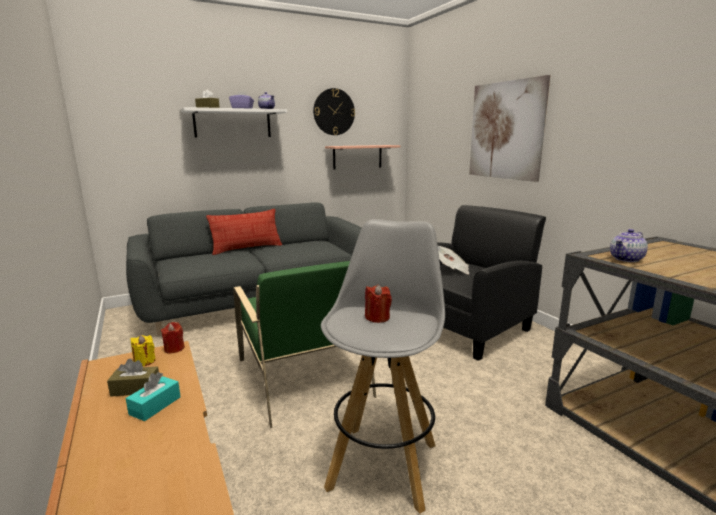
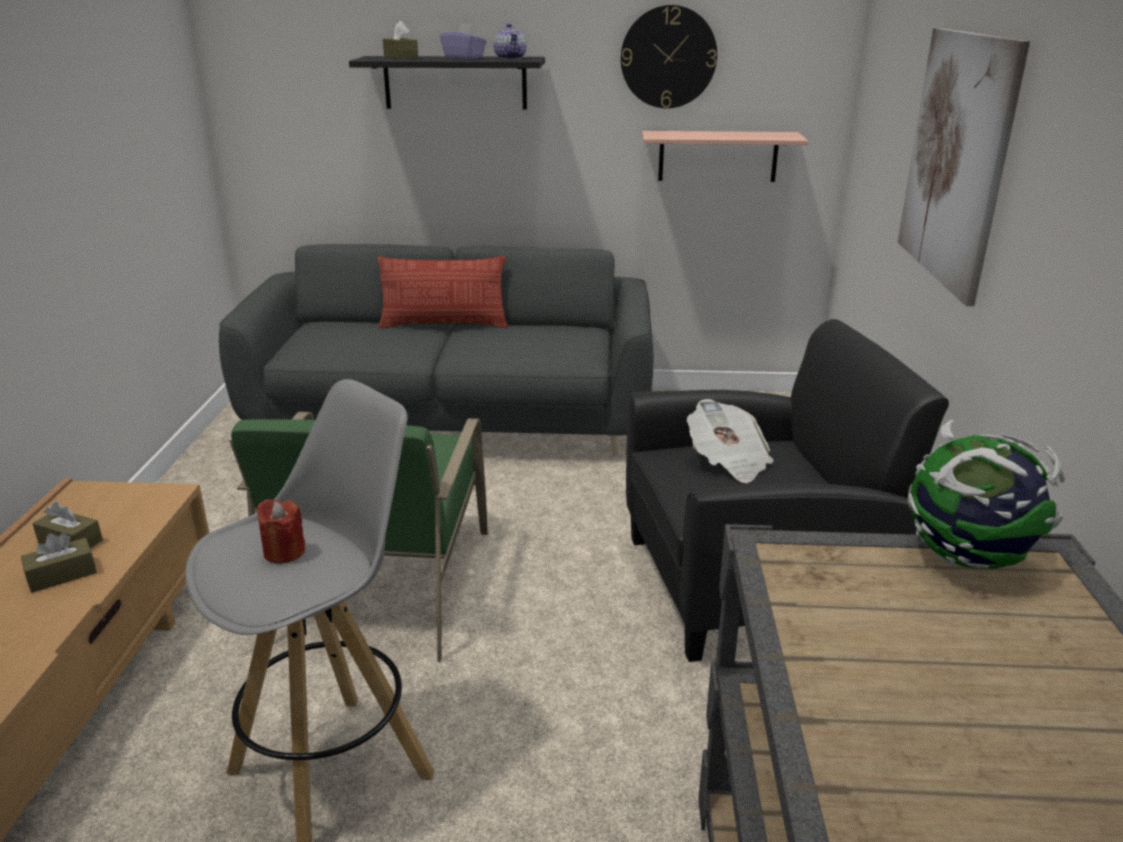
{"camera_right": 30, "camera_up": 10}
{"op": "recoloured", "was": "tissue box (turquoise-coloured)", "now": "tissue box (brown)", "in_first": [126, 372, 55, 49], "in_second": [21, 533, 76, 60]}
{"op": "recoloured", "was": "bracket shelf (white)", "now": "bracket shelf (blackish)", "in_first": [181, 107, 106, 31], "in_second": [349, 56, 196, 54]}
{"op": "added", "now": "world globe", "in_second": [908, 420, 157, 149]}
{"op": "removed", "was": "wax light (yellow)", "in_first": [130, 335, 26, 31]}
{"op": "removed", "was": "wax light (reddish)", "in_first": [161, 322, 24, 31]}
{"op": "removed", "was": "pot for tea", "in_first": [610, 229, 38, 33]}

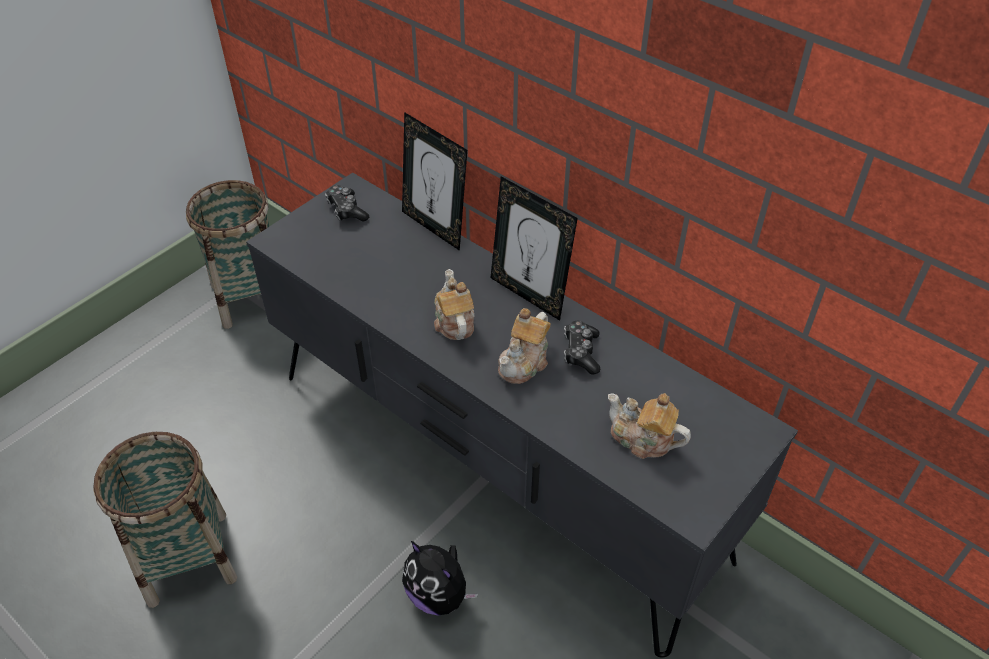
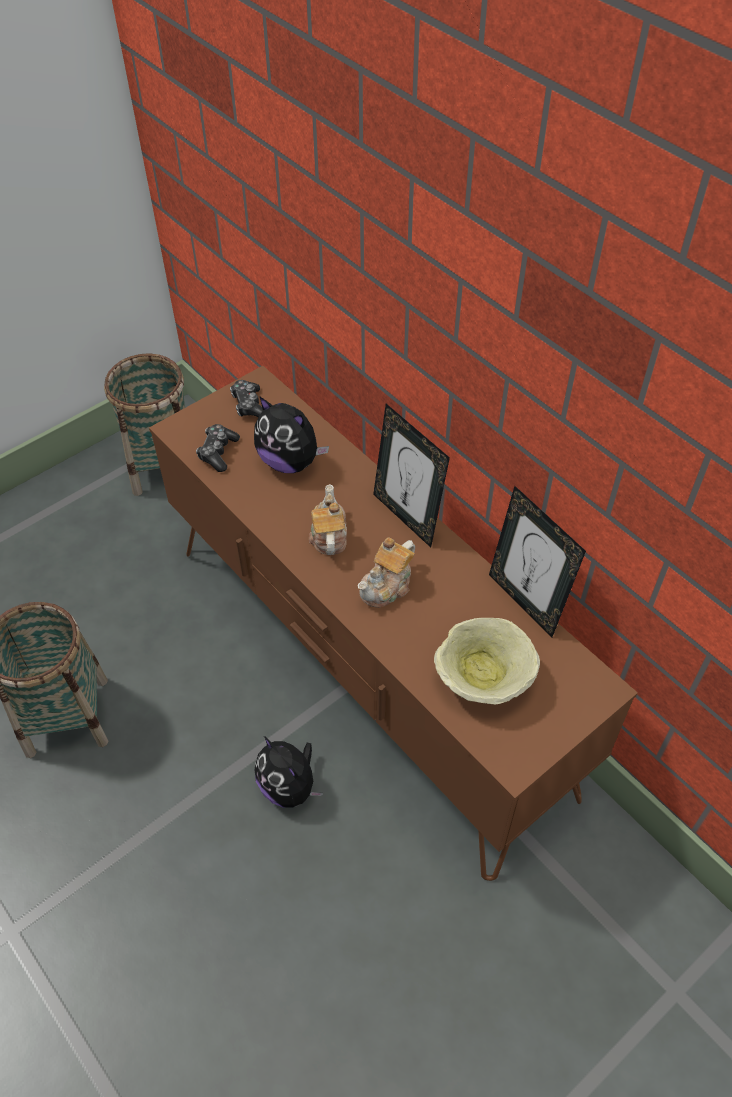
{"camera_right": 10, "camera_up": 5}
{"op": "recoloured", "was": "media console (gray)", "now": "media console (brown)", "in_first": [246, 172, 552, 486], "in_second": [149, 366, 489, 515]}
{"op": "moved", "was": "joypad", "in_first": [564, 321, 36, 53], "in_second": [196, 424, 44, 48]}
{"op": "added", "now": "cuddly toy", "in_second": [254, 396, 75, 77]}
{"op": "replaced", "was": "pot for tea", "now": "serving bowl (beige)", "in_first": [608, 393, 83, 66], "in_second": [434, 618, 106, 86]}
{"op": "moved", "was": "picture frame", "in_first": [402, 112, 65, 139], "in_second": [489, 486, 97, 152]}

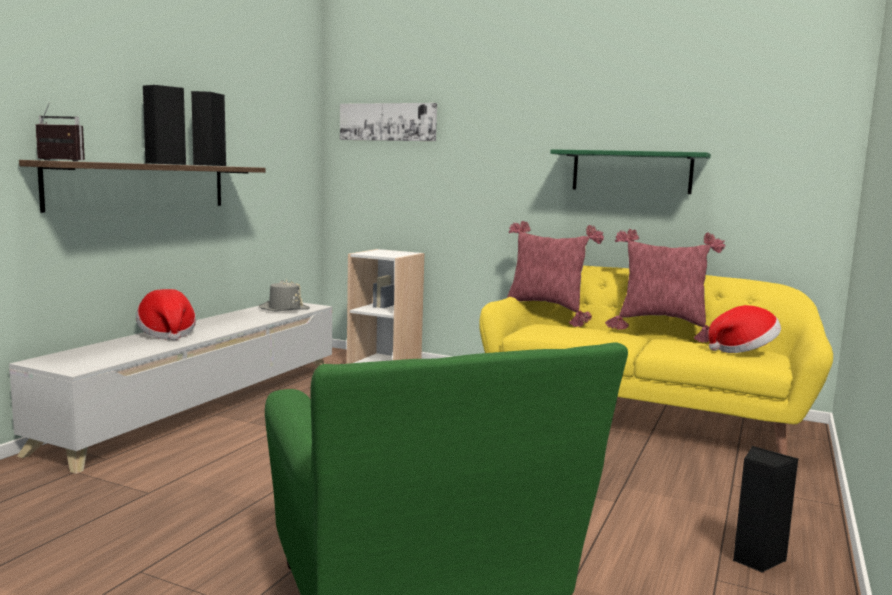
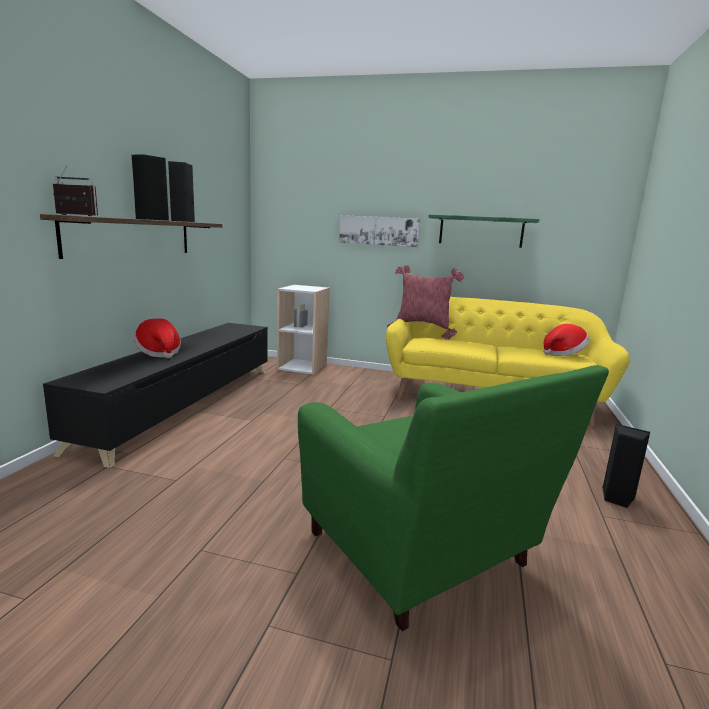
{"camera_right": -10, "camera_up": 5}
{"op": "recoloured", "was": "media console (white)", "now": "media console (blackish)", "in_first": [9, 303, 324, 171], "in_second": [43, 323, 225, 145]}
{"op": "moved", "was": "wall picture", "in_first": [340, 103, 97, 38], "in_second": [339, 215, 81, 32]}
{"op": "removed", "was": "wearable hat (gray)", "in_first": [259, 279, 51, 33]}
{"op": "removed", "was": "throw pillow (reddish)", "in_first": [605, 229, 120, 114]}

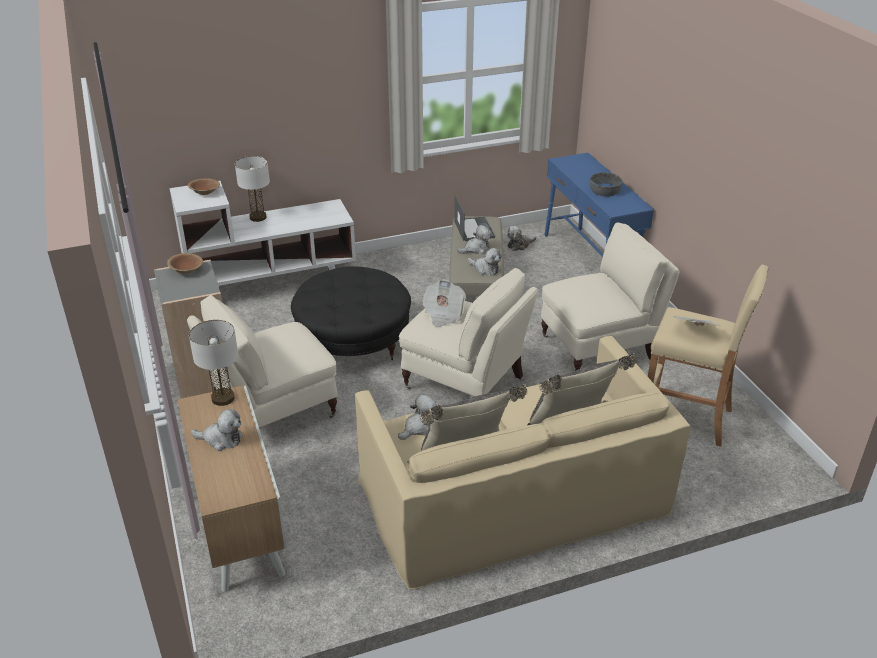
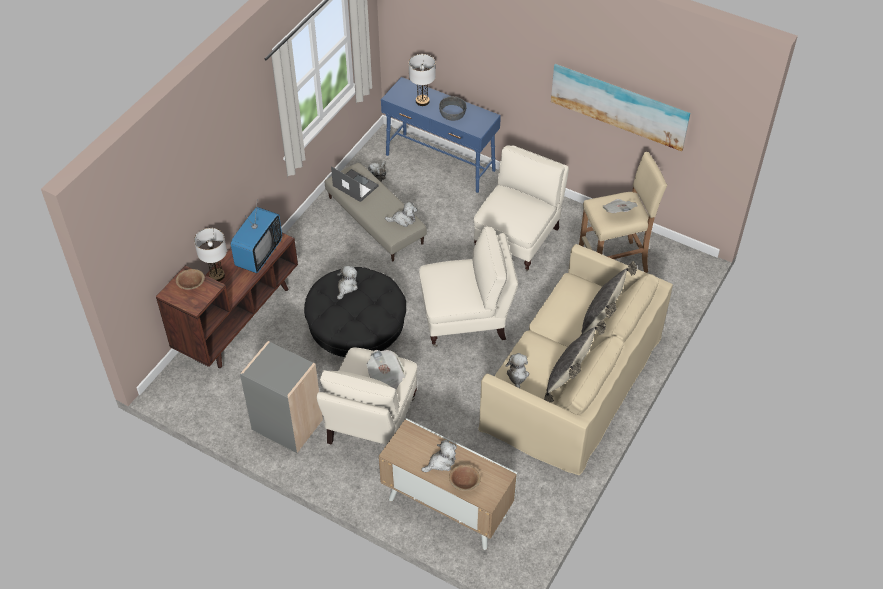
{"camera_right": -40, "camera_up": 15}
{"op": "recoloured", "was": "media console (white)", "now": "media console (brown)", "in_first": [169, 181, 187, 106], "in_second": [156, 233, 142, 135]}
{"op": "added", "now": "television", "in_second": [231, 205, 51, 68]}
{"op": "moved", "was": "cuddly toy", "in_first": [457, 225, 34, 29], "in_second": [337, 265, 21, 35]}
{"op": "moved", "was": "printed paper", "in_first": [422, 279, 44, 48], "in_second": [366, 350, 40, 39]}
{"op": "moved", "was": "tabletop lamp", "in_first": [189, 320, 49, 86], "in_second": [409, 54, 27, 52]}
{"op": "moved", "was": "serving bowl (brown)", "in_first": [167, 253, 36, 21], "in_second": [449, 465, 32, 26]}
{"op": "added", "now": "wall picture", "in_second": [551, 64, 139, 87]}

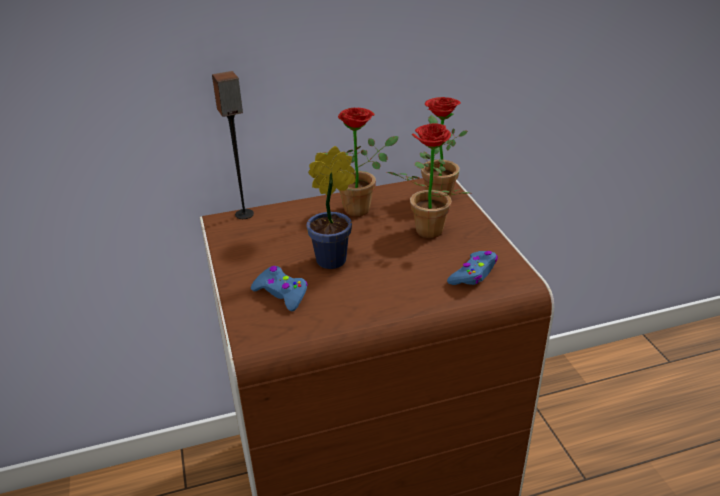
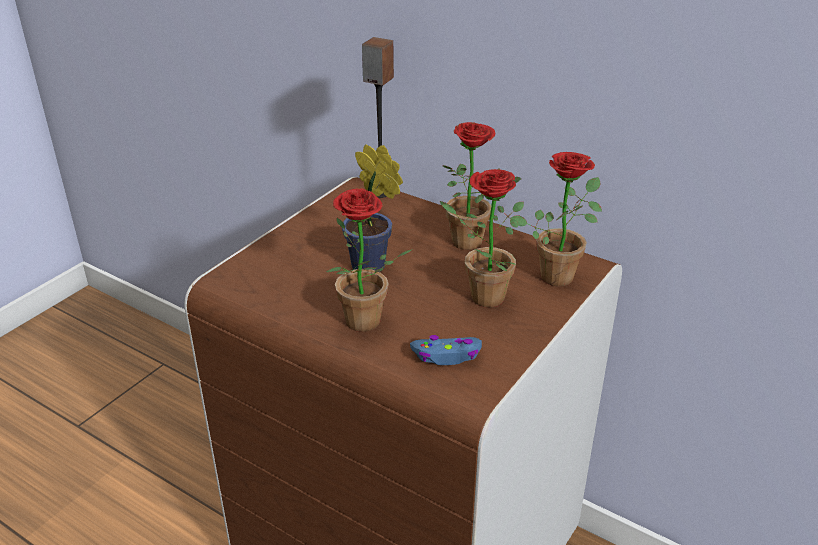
{"camera_right": 50, "camera_up": 0}
{"op": "added", "now": "plant in a pot", "in_second": [326, 188, 87, 144]}
{"op": "removed", "was": "joypad (bluish)", "in_first": [251, 266, 57, 45]}

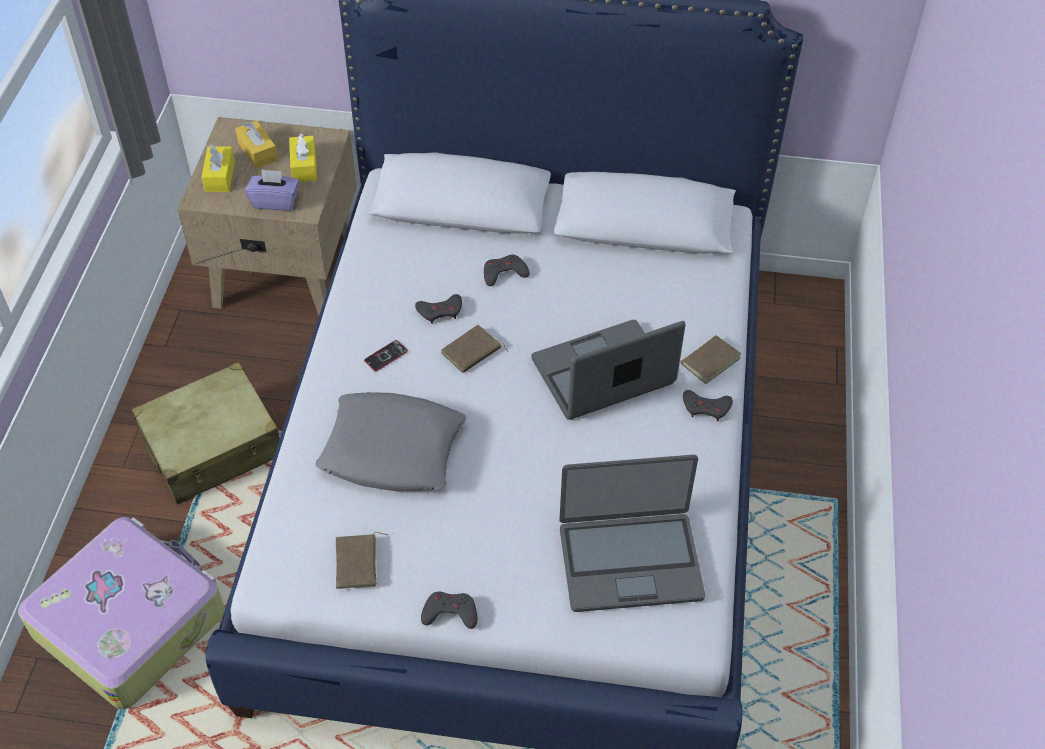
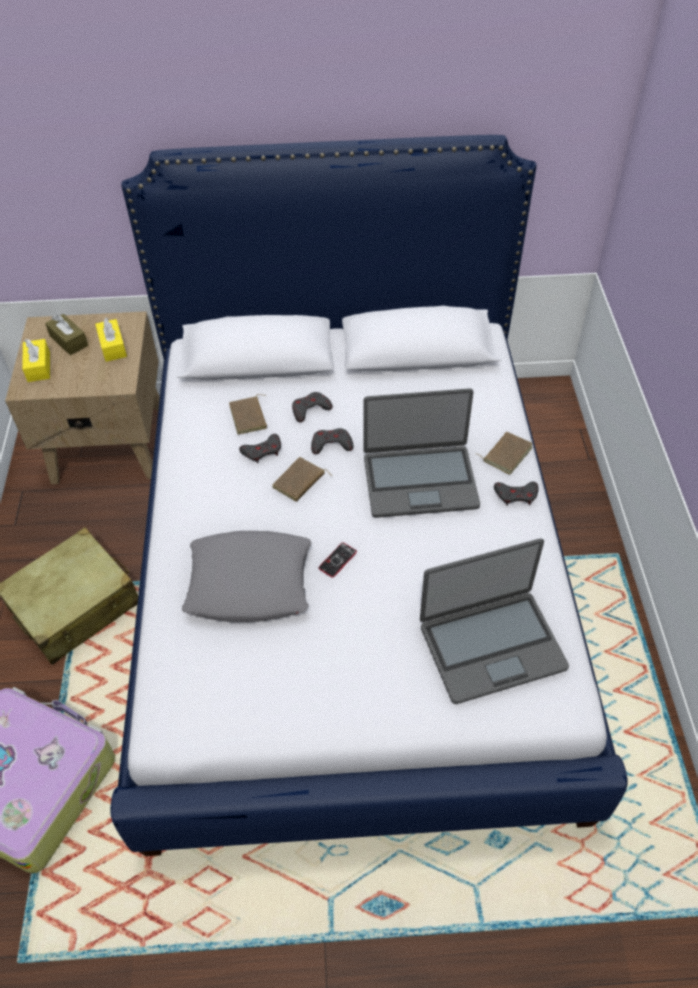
{"camera_right": -10, "camera_up": 0}
{"op": "recoloured", "was": "tissue box (yellow)", "now": "tissue box (brown)", "in_first": [235, 121, 43, 48], "in_second": [45, 314, 43, 41]}
{"op": "moved", "was": "volume (brown)", "in_first": [336, 532, 52, 57], "in_second": [229, 394, 38, 41]}
{"op": "moved", "was": "joypad (gray)", "in_first": [421, 592, 56, 37], "in_second": [311, 428, 42, 26]}
{"op": "moved", "was": "phone", "in_first": [364, 340, 44, 32], "in_second": [318, 543, 39, 35]}
{"op": "turned", "was": "notebook computer", "in_first": [531, 320, 154, 100], "in_second": [363, 388, 117, 130], "clockwise": -150}
{"op": "removed", "was": "tissue box (purple)", "in_first": [245, 169, 54, 42]}

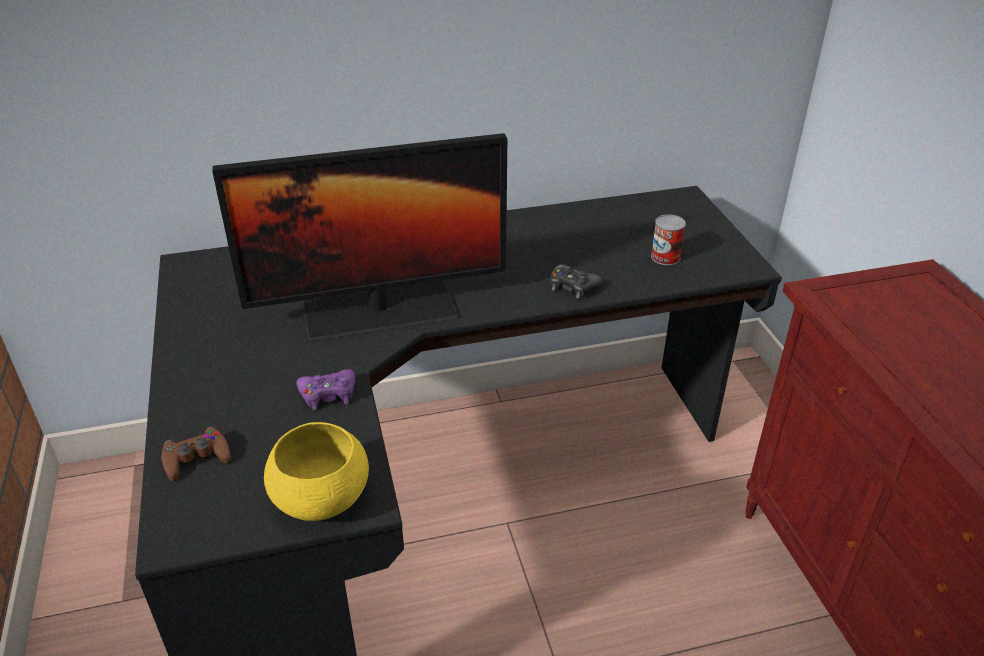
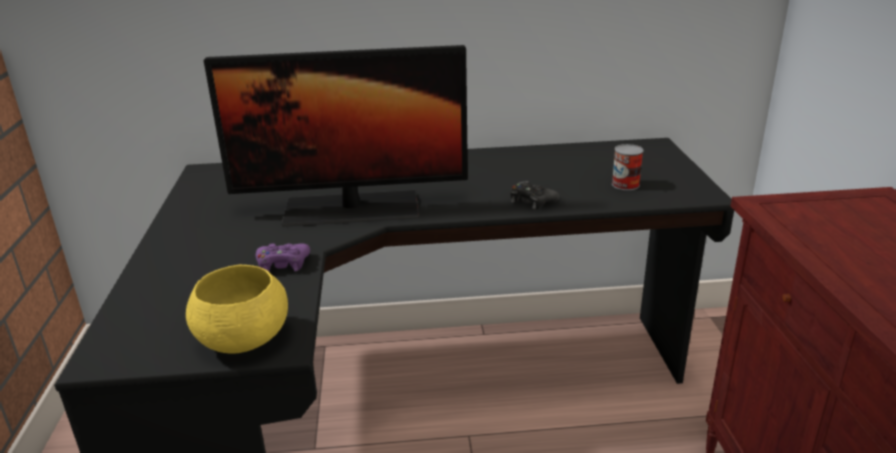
{"camera_right": 10, "camera_up": -10}
{"op": "removed", "was": "joypad (brown)", "in_first": [161, 427, 70, 55]}

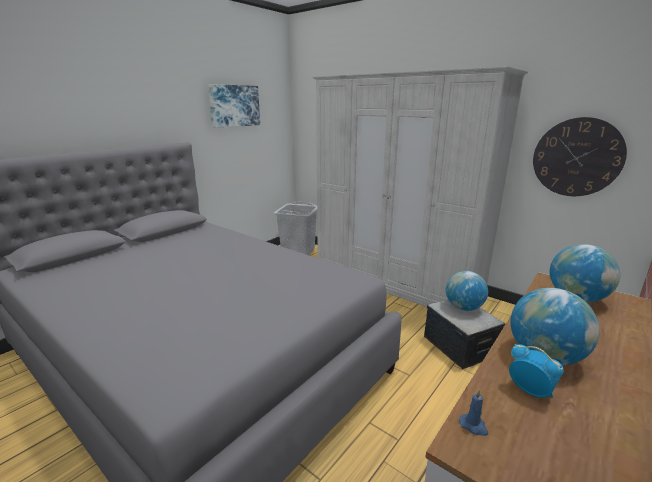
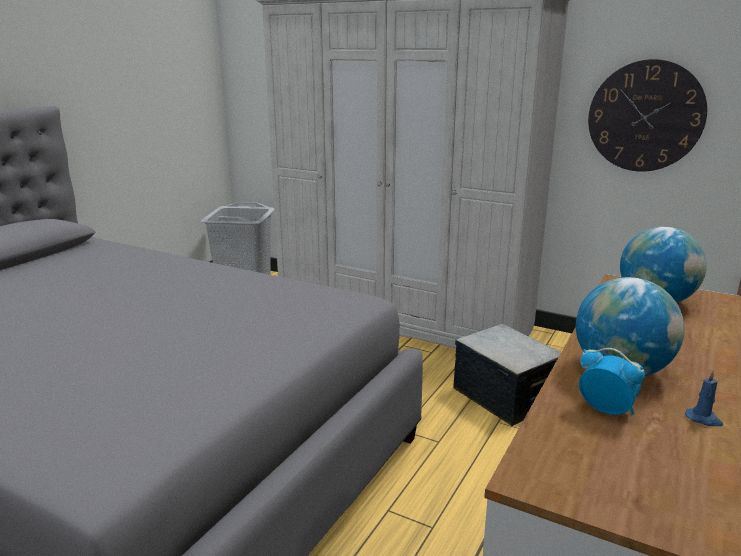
{"camera_right": -10, "camera_up": 0}
{"op": "moved", "was": "wax light (bluish)", "in_first": [459, 389, 29, 47], "in_second": [685, 370, 38, 56]}
{"op": "removed", "was": "wall picture", "in_first": [208, 84, 52, 44]}
{"op": "removed", "was": "world globe", "in_first": [446, 271, 42, 40]}

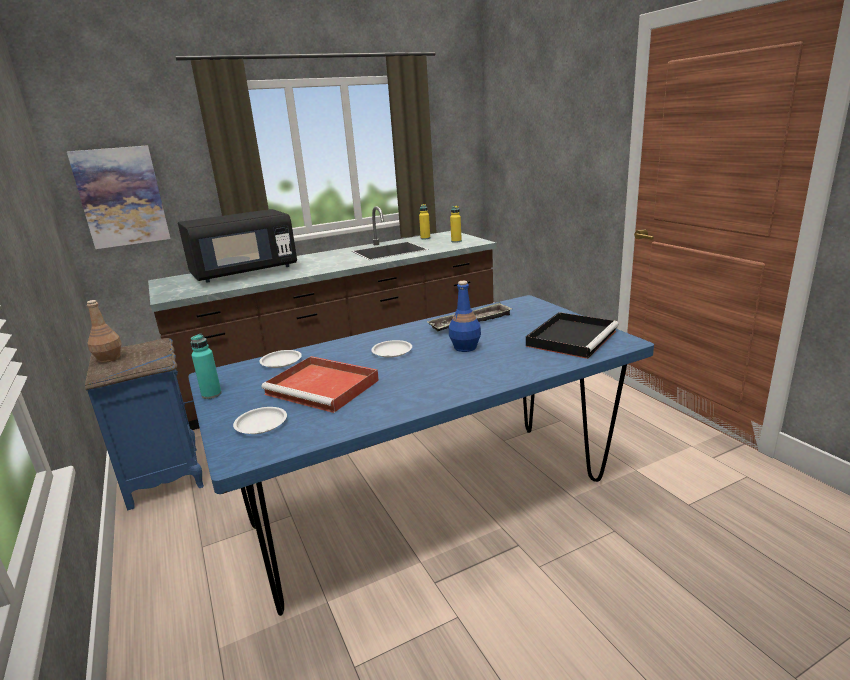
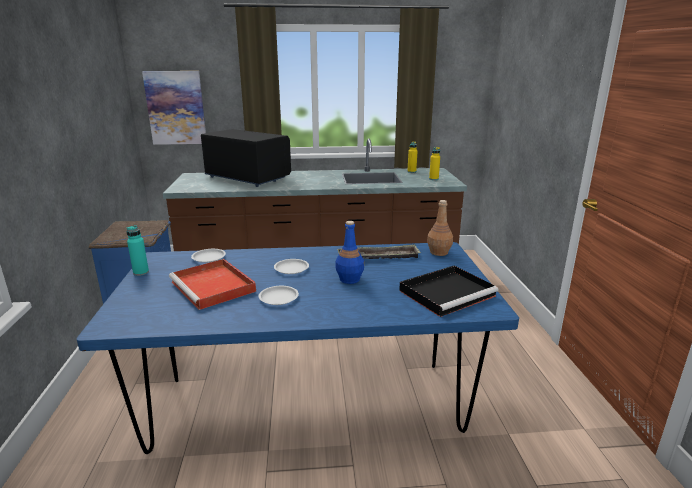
{"camera_right": 20, "camera_up": 0}
{"op": "turned", "was": "microwave (blackish)", "in_first": [178, 209, 119, 74], "in_second": [201, 129, 90, 58], "clockwise": -135}
{"op": "moved", "was": "dinner plate (white)", "in_first": [233, 407, 54, 27], "in_second": [258, 286, 41, 19]}
{"op": "moved", "was": "drink bottle (brown)", "in_first": [87, 300, 34, 63], "in_second": [427, 200, 26, 56]}

